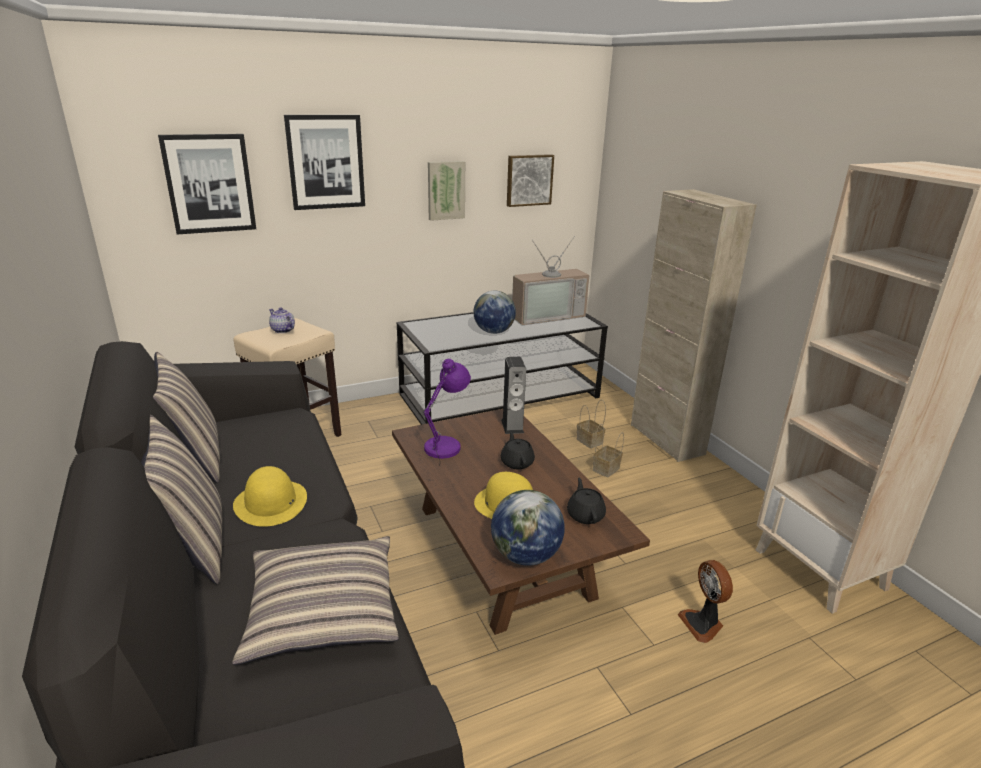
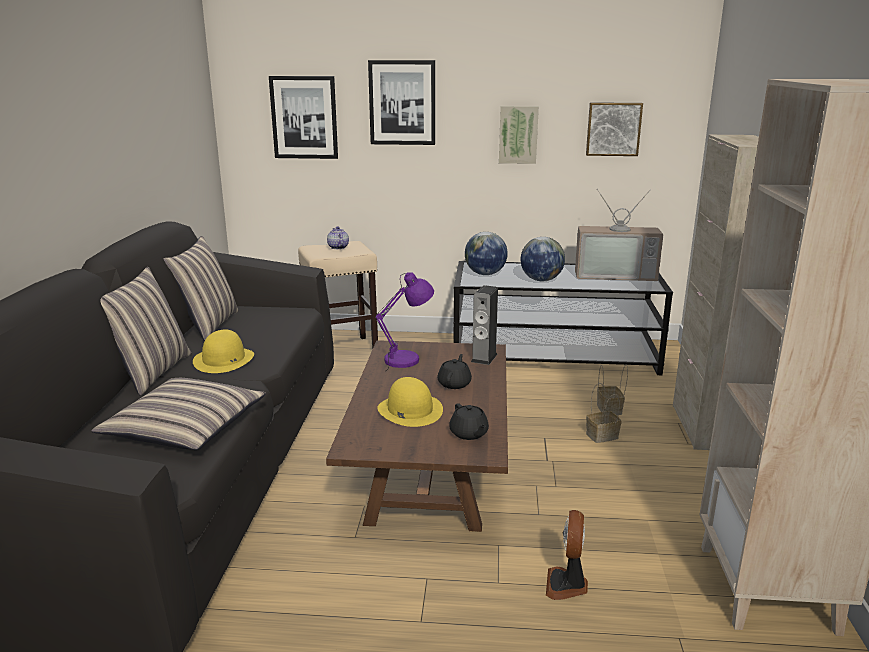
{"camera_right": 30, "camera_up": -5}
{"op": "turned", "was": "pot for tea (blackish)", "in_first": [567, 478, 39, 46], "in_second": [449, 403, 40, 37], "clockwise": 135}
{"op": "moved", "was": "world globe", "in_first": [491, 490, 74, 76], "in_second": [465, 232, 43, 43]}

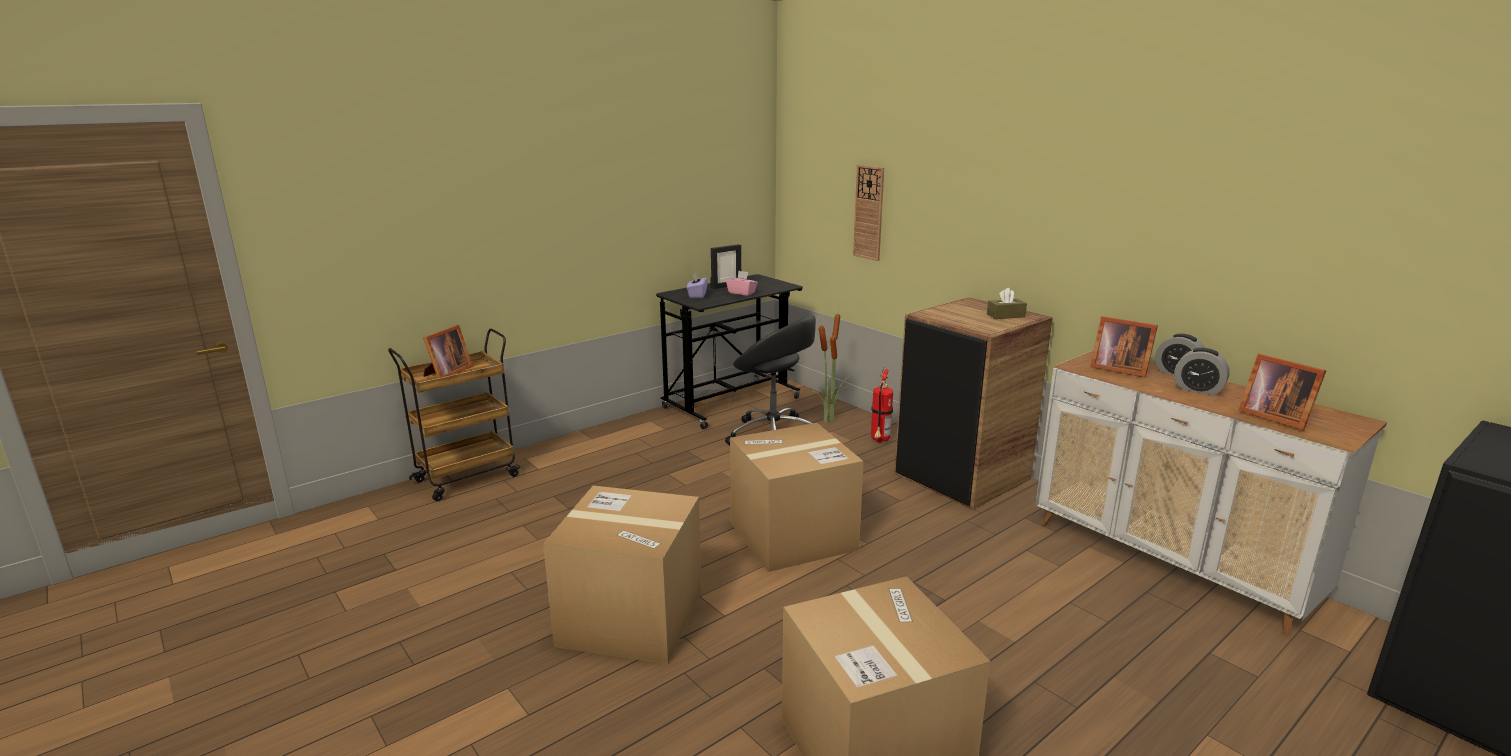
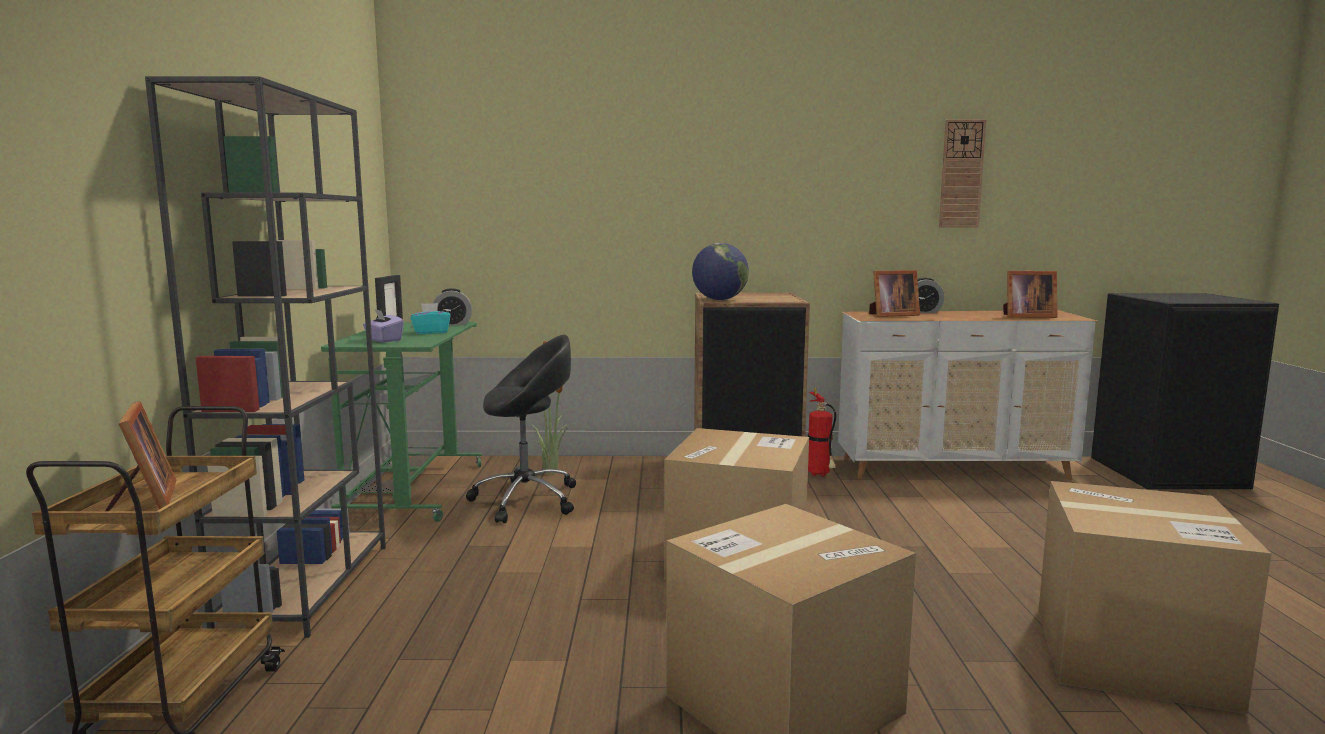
{"camera_right": -50, "camera_up": -10}
{"op": "added", "now": "shelving unit", "in_second": [145, 76, 241, 562]}
{"op": "recoloured", "was": "desk unit (blackish)", "now": "desk unit (green-coloured)", "in_first": [656, 274, 147, 155], "in_second": [321, 322, 162, 200]}
{"op": "recoloured", "was": "tissue box (pink-coloured)", "now": "tissue box (turquoise-coloured)", "in_first": [726, 270, 32, 26], "in_second": [410, 303, 41, 31]}
{"op": "moved", "was": "alarm clock", "in_first": [1174, 348, 56, 48], "in_second": [433, 288, 39, 38]}
{"op": "added", "now": "world globe", "in_second": [692, 243, 57, 57]}
{"op": "moved", "was": "extinguisher", "in_first": [871, 367, 22, 76], "in_second": [808, 388, 28, 89]}
{"op": "moved", "was": "wall clock", "in_first": [853, 165, 31, 96], "in_second": [939, 119, 48, 108]}
{"op": "removed", "was": "tissue box (brown)", "in_first": [987, 288, 40, 31]}

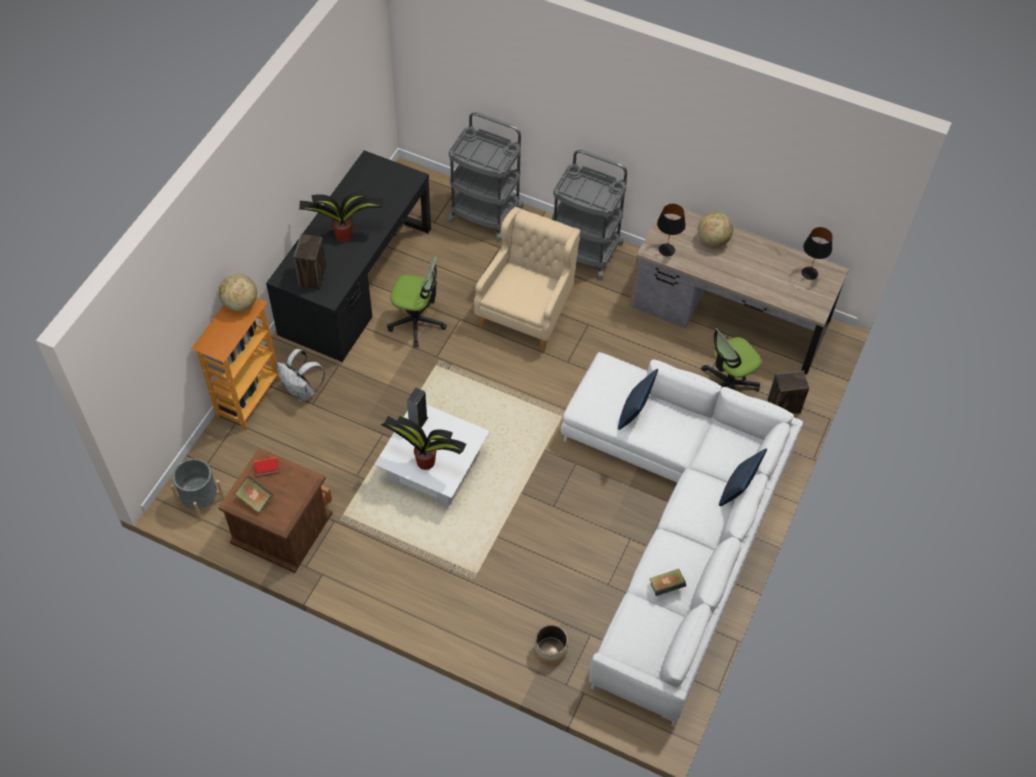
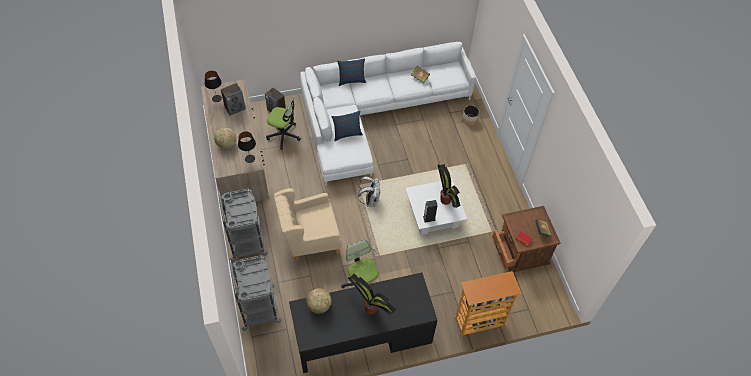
{"camera_right": -130, "camera_up": 0}
{"op": "moved", "was": "loudspeaker", "in_first": [293, 234, 34, 55], "in_second": [221, 83, 25, 32]}
{"op": "moved", "was": "world globe", "in_first": [219, 274, 38, 37], "in_second": [306, 288, 25, 26]}
{"op": "moved", "was": "rucksack (white)", "in_first": [277, 349, 48, 53], "in_second": [358, 177, 22, 30]}
{"op": "removed", "was": "planter (gray)", "in_first": [171, 458, 54, 63]}

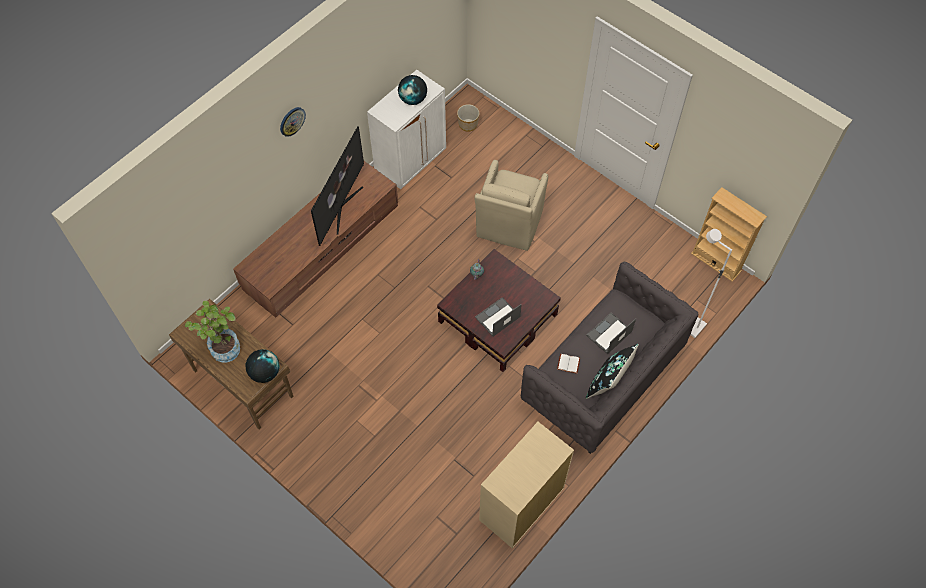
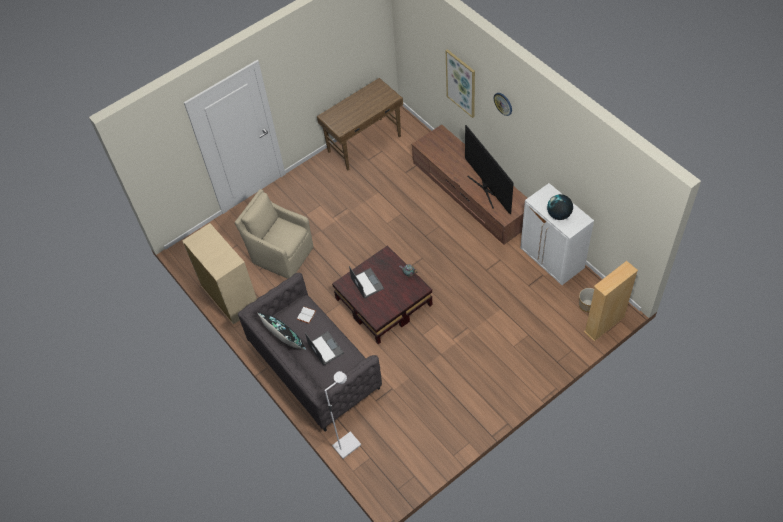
{"camera_right": 105, "camera_up": -5}
{"op": "moved", "was": "easy chair (beige)", "in_first": [475, 160, 73, 91], "in_second": [235, 189, 79, 90]}
{"op": "added", "now": "wall picture", "in_second": [446, 49, 29, 69]}
{"op": "turned", "was": "television", "in_first": [311, 126, 53, 120], "in_second": [465, 125, 49, 89], "clockwise": -150}
{"op": "moved", "was": "shelving unit (beige)", "in_first": [691, 187, 76, 95], "in_second": [584, 261, 54, 80]}
{"op": "removed", "was": "plant in a pot", "in_first": [185, 300, 55, 63]}
{"op": "removed", "was": "world globe", "in_first": [246, 349, 34, 34]}

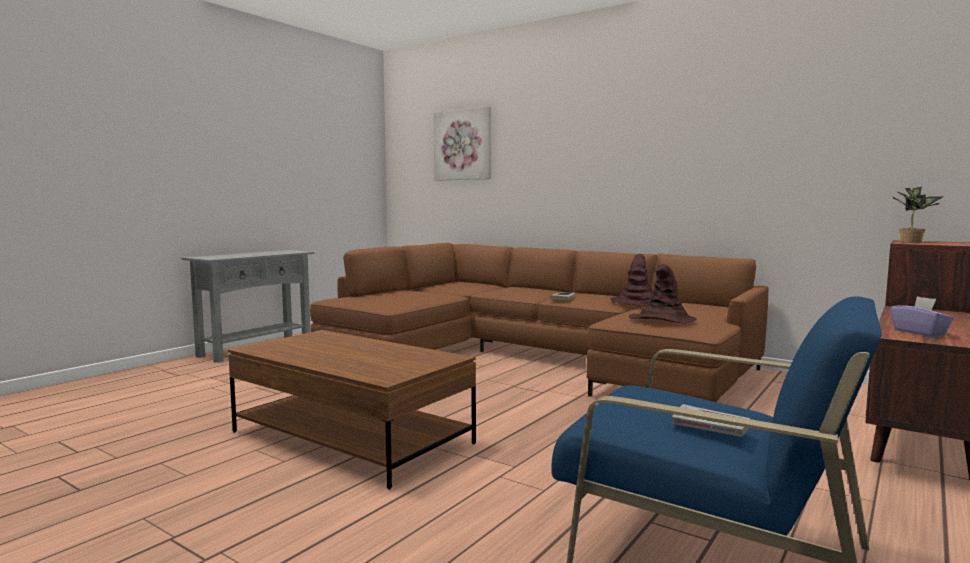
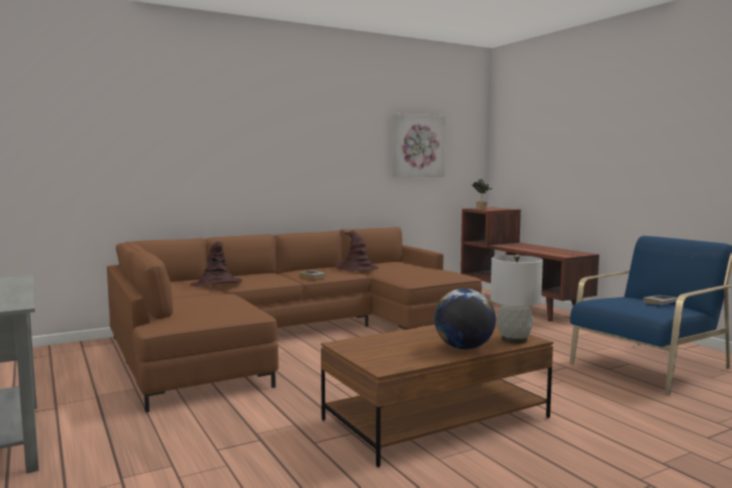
{"camera_right": -65, "camera_up": 0}
{"op": "moved", "was": "wearable hat (brown)", "in_first": [629, 264, 68, 59], "in_second": [190, 241, 52, 46]}
{"op": "moved", "was": "wall picture", "in_first": [434, 106, 57, 74], "in_second": [392, 113, 54, 64]}
{"op": "added", "now": "world globe", "in_second": [434, 288, 62, 62]}
{"op": "added", "now": "tabletop lamp (white)", "in_second": [490, 254, 53, 90]}
{"op": "removed", "was": "tissue box (purple)", "in_first": [891, 296, 63, 41]}

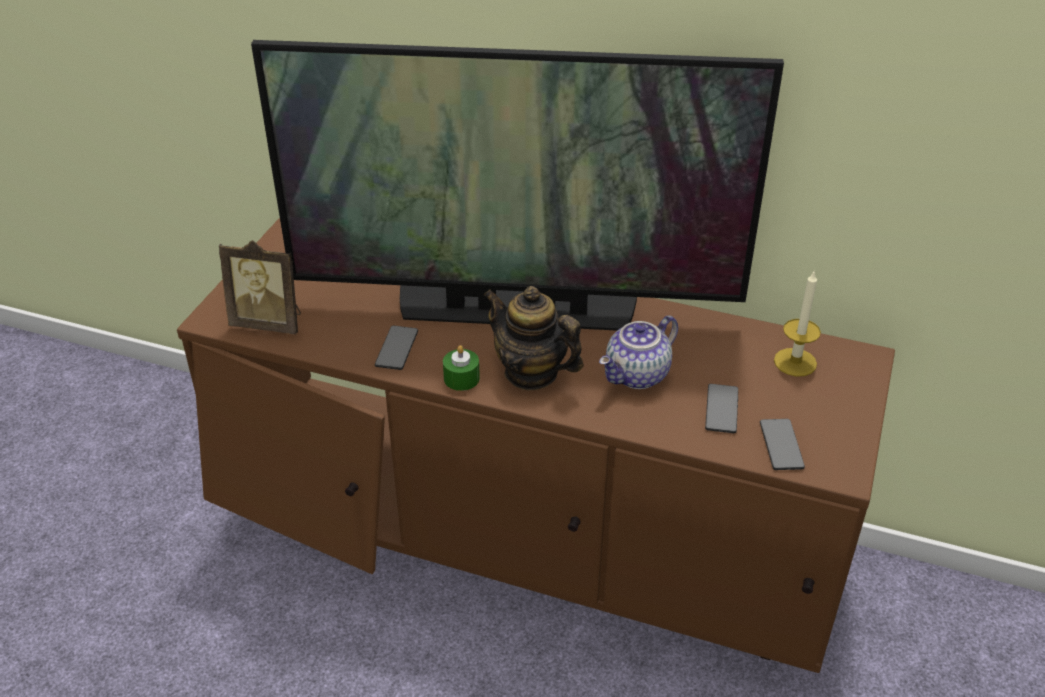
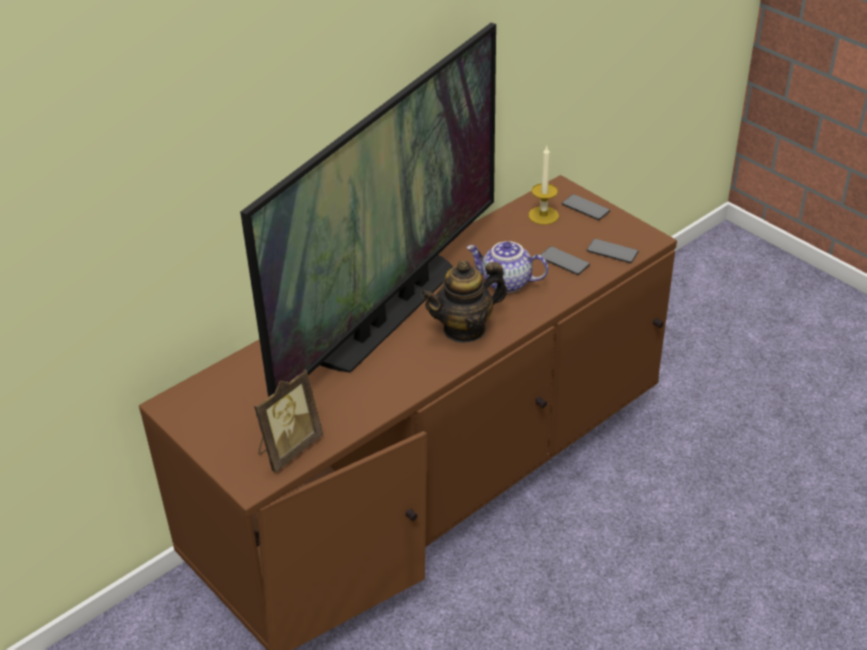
{"camera_right": -60, "camera_up": 0}
{"op": "turned", "was": "pot for tea", "in_first": [599, 315, 79, 74], "in_second": [466, 241, 82, 52], "clockwise": 120}
{"op": "moved", "was": "phone", "in_first": [375, 325, 43, 45], "in_second": [562, 194, 48, 26]}
{"op": "removed", "was": "wax light (green-coloured)", "in_first": [443, 345, 37, 46]}

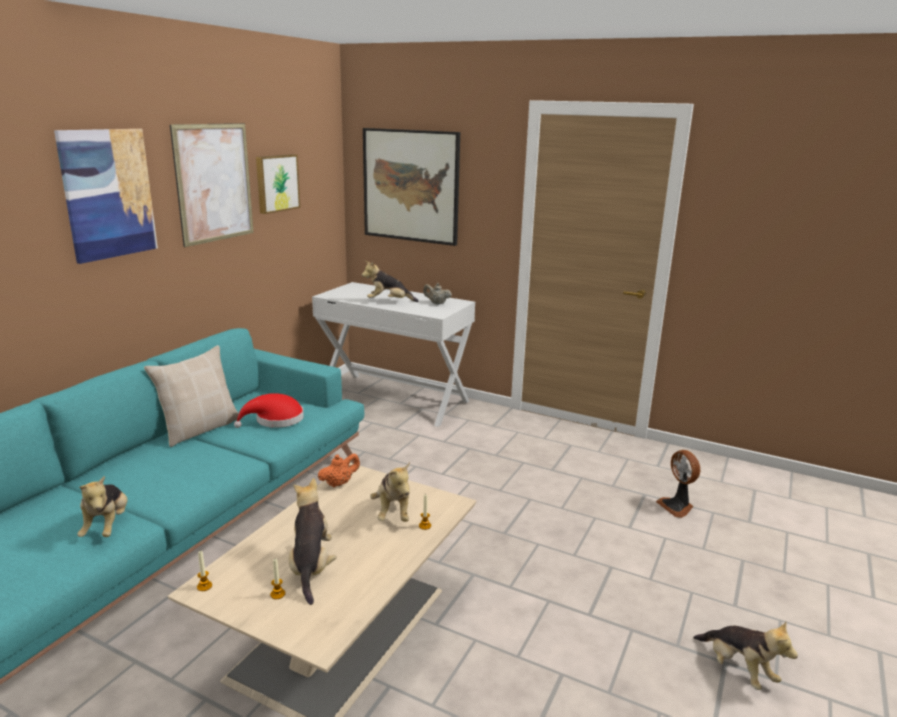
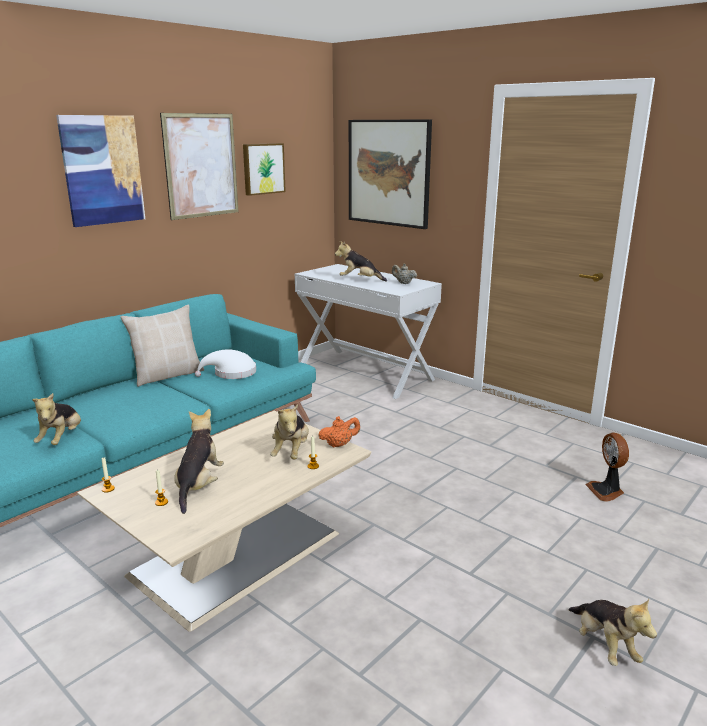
{"camera_right": 15, "camera_up": 0}
{"op": "recoloured", "was": "wearable hat (reddish)", "now": "wearable hat (white)", "in_first": [234, 393, 70, 35], "in_second": [195, 349, 61, 30]}
{"op": "moved", "was": "pot for tea (orange-coloured)", "in_first": [318, 453, 42, 34], "in_second": [319, 416, 41, 32]}

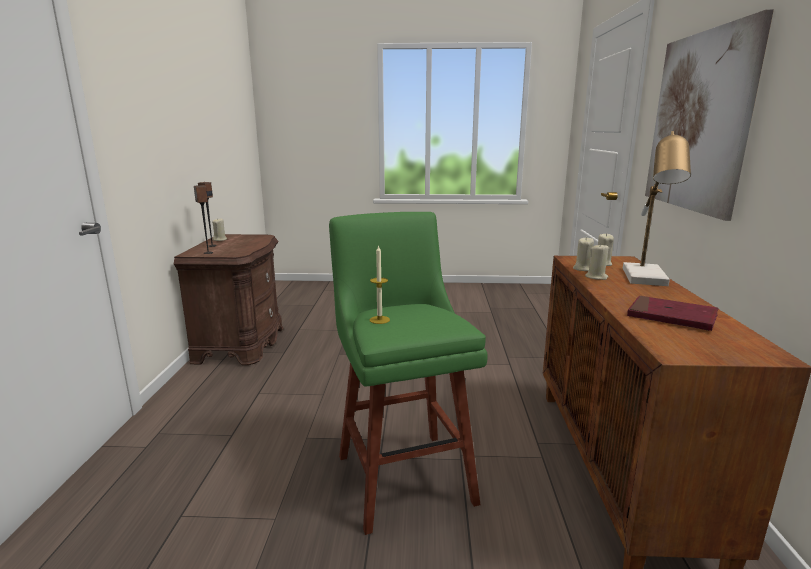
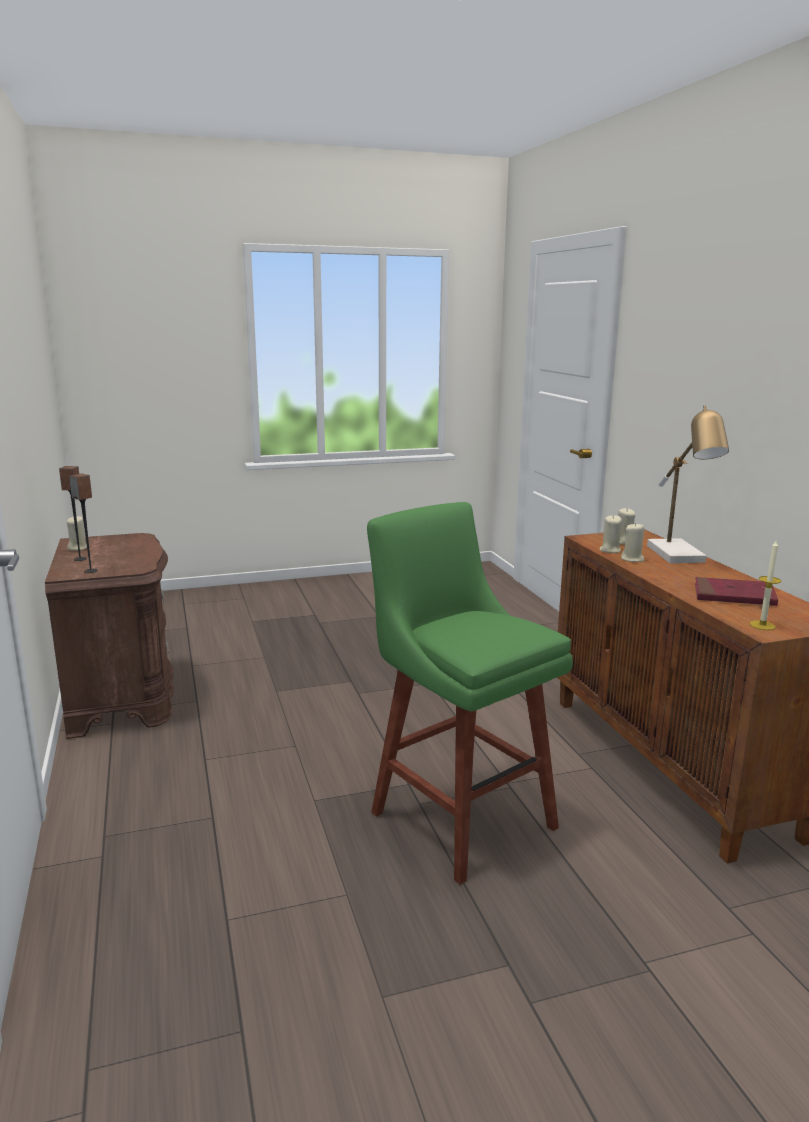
{"camera_right": -20, "camera_up": 0}
{"op": "moved", "was": "wax light", "in_first": [370, 245, 20, 79], "in_second": [750, 541, 31, 89]}
{"op": "removed", "was": "wall picture", "in_first": [645, 9, 129, 212]}

